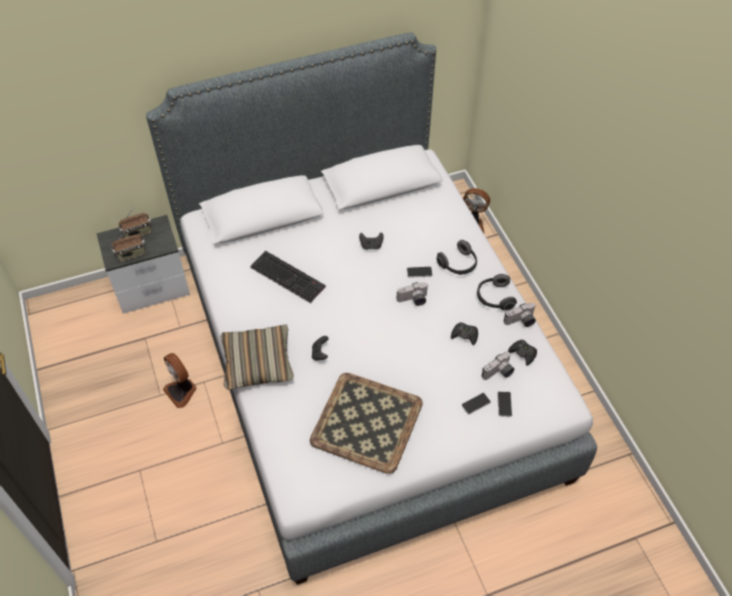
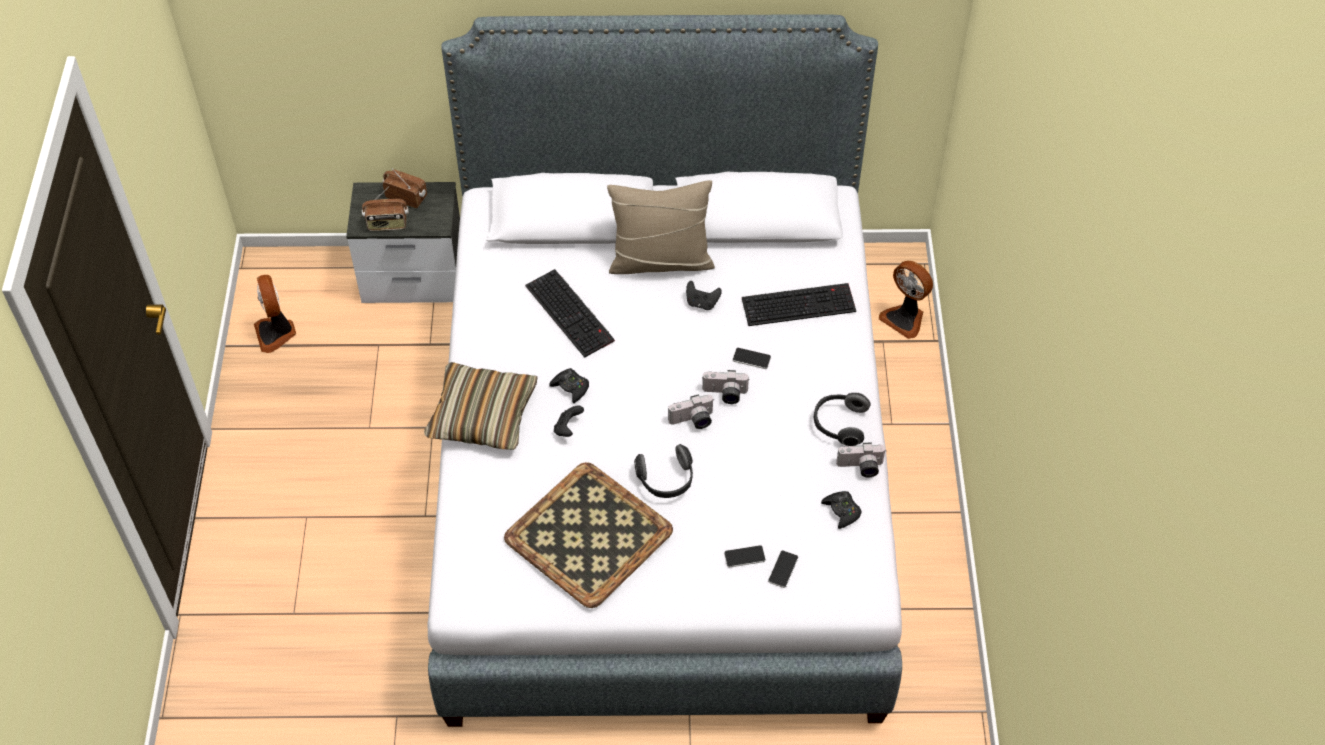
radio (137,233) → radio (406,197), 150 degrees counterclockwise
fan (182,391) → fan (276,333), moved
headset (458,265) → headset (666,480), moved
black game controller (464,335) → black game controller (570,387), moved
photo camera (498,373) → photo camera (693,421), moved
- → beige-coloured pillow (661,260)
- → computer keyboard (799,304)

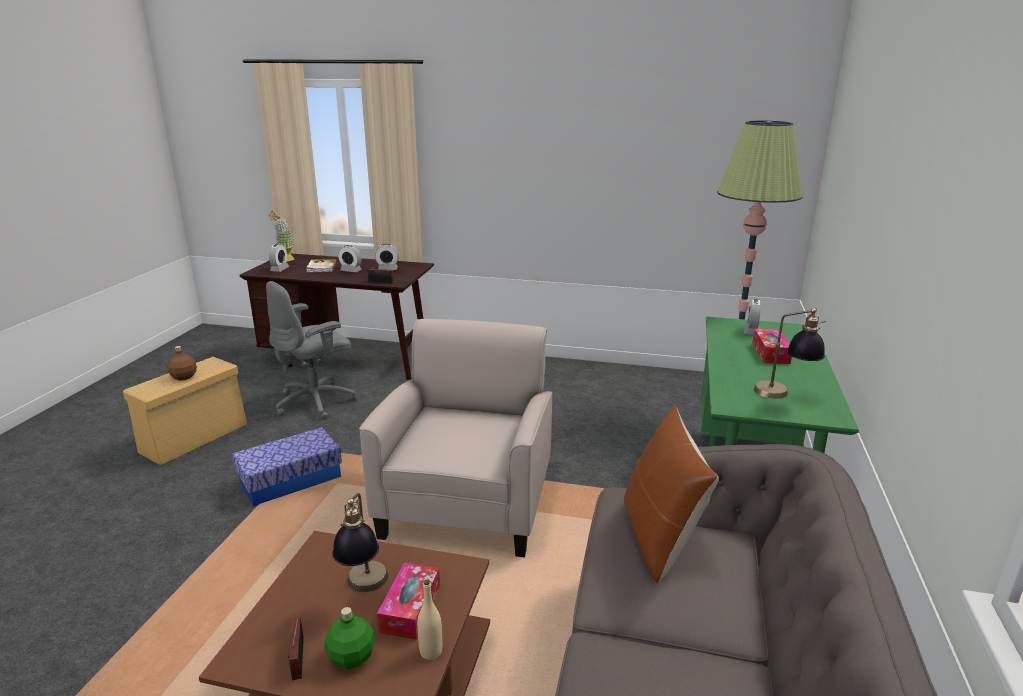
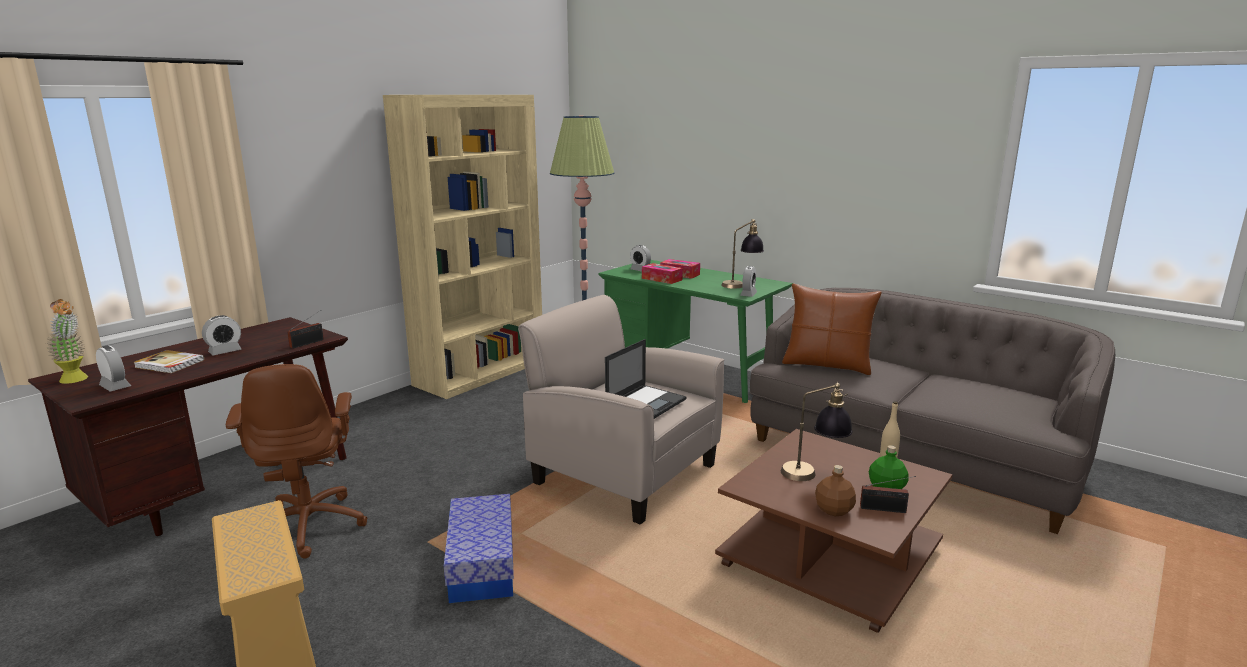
brownish beverage bottle (184,377) → brownish beverage bottle (834,510), moved
greyish computer chair (316,402) → brownish computer chair (309,525)
alarm clock (387,269) → alarm clock (748,294), moved
tissue box (410,609) → tissue box (661,279), moved
- → beige-coloured shelving unit (480,373)
- → portable computer (646,403)

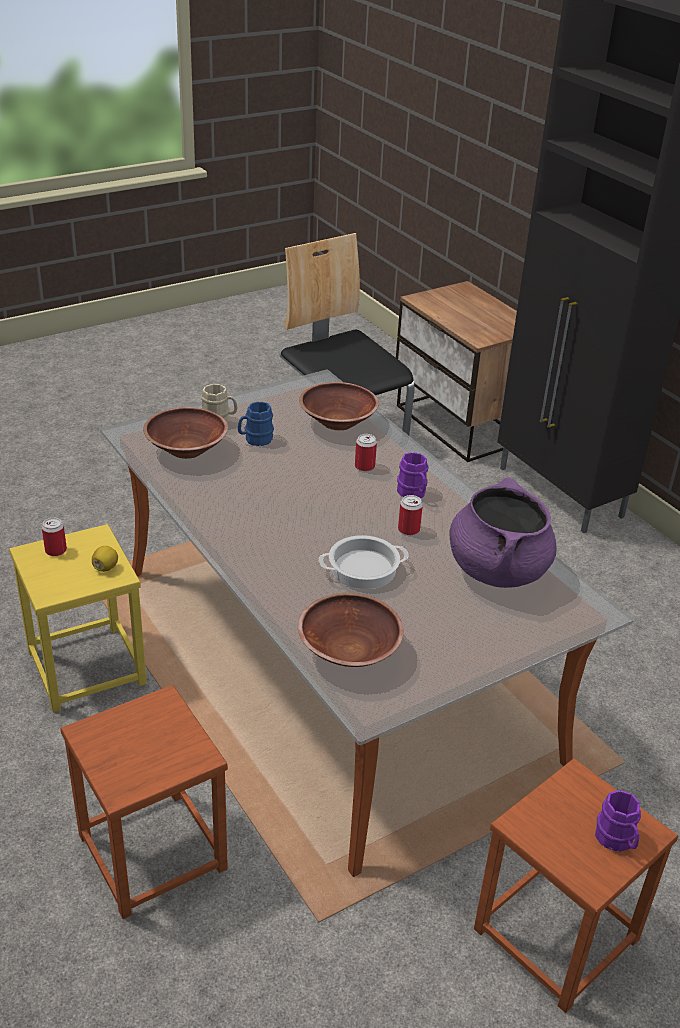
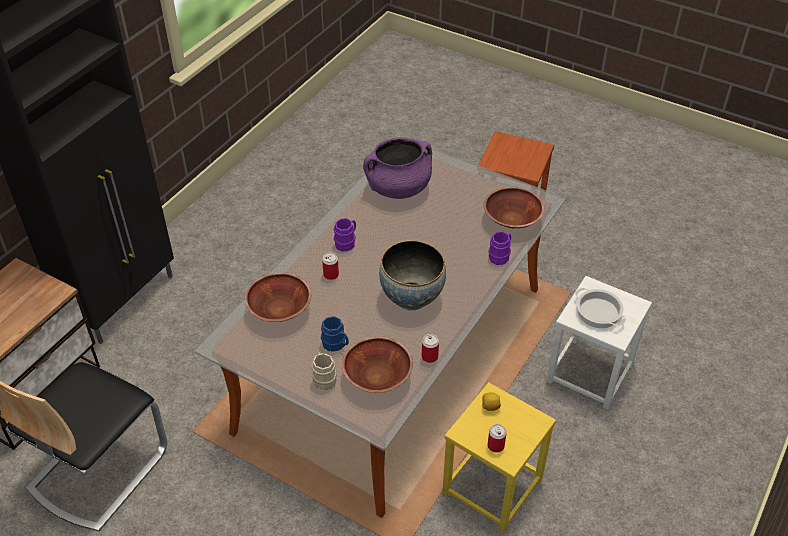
brownish stool (151,852) → white-coloured stool (590,373)
stockpot (363,568) → stockpot (597,312), moved
metal can (408,529) → metal can (429,357), moved
purple mug (617,840) → purple mug (500,255), moved
- → deep dish (411,297)

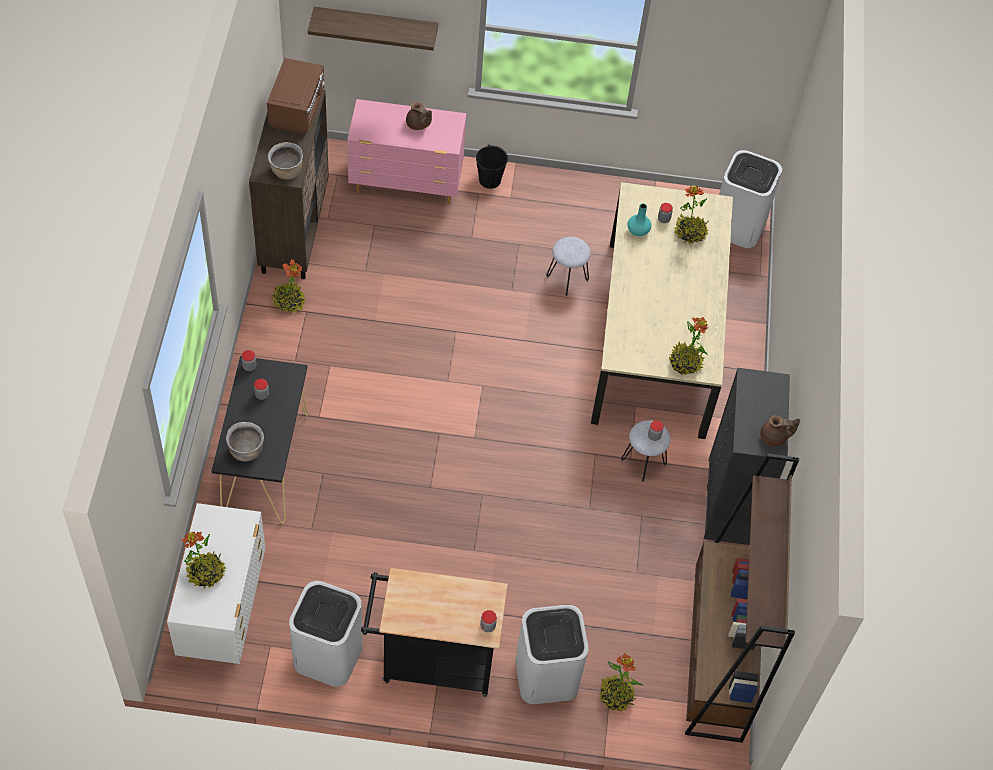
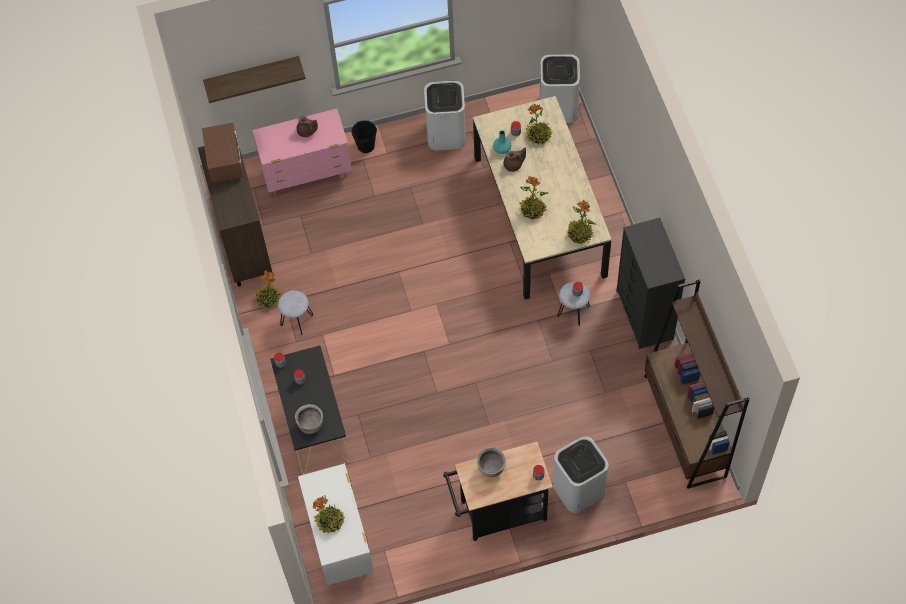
brownish stockpot (286,172) → brownish stockpot (491,469), moved
white-coloured rubbish bin (328,655) → white-coloured rubbish bin (446,134), moved
greyish stool (567,278) → greyish stool (296,320), moved
houseplant (616,696) → houseplant (532,210), moved
brownish teapot (774,437) → brownish teapot (513,165), moved

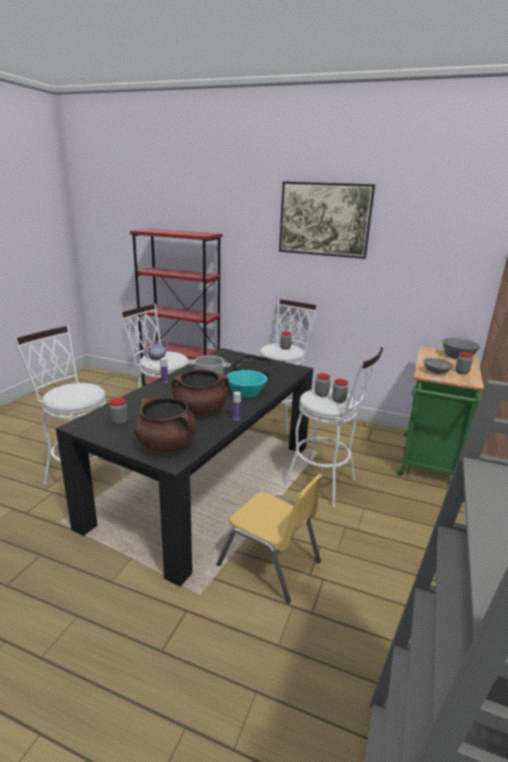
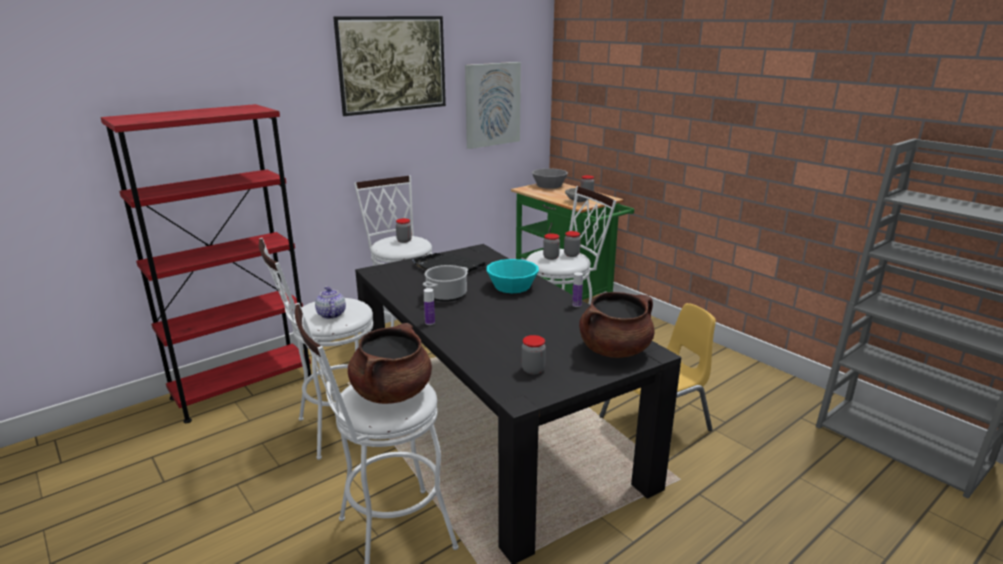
brownish stockpot (200,410) → brownish stockpot (392,393), moved
- → wall picture (492,104)

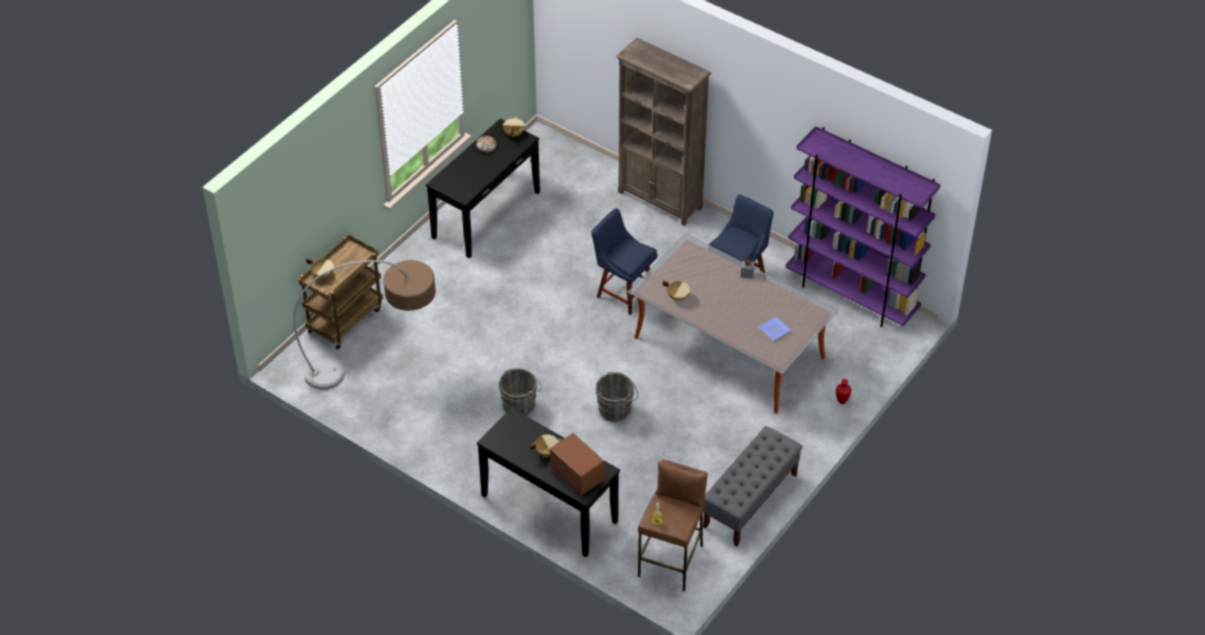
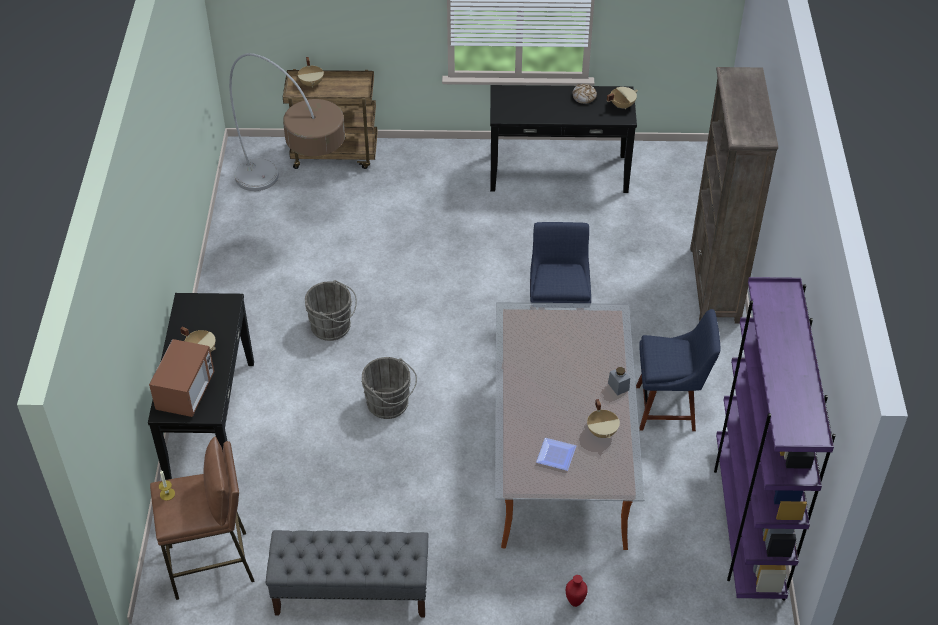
beige-coloured stockpot (678,297) → beige-coloured stockpot (602,431), moved

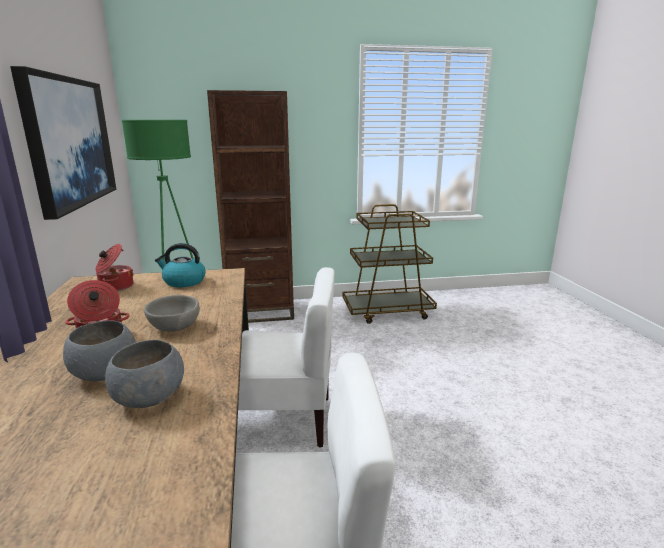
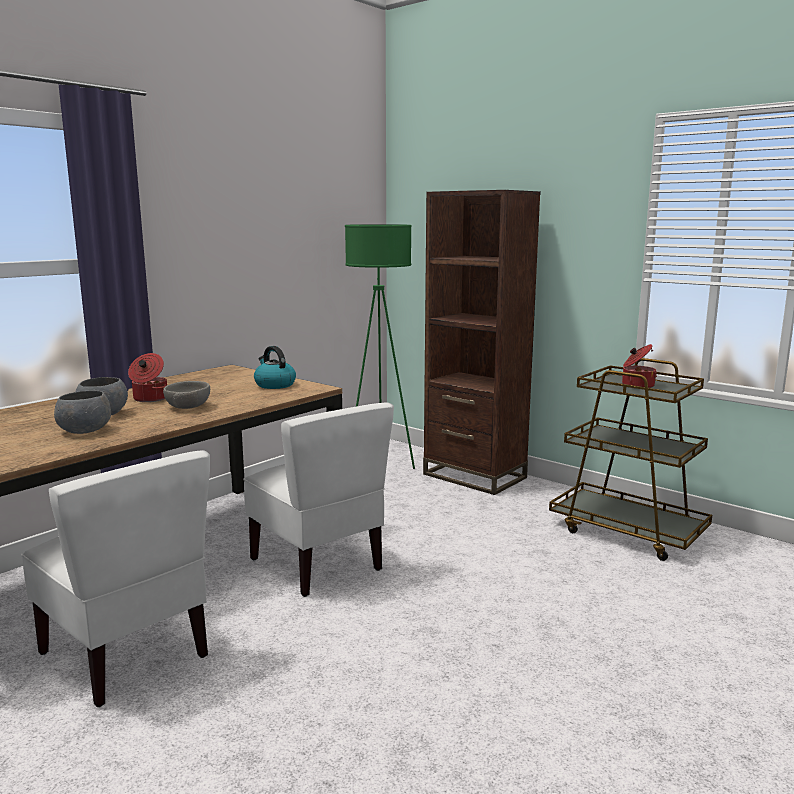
wall picture (69,142) → -
stockpot (115,287) → stockpot (636,385), moved

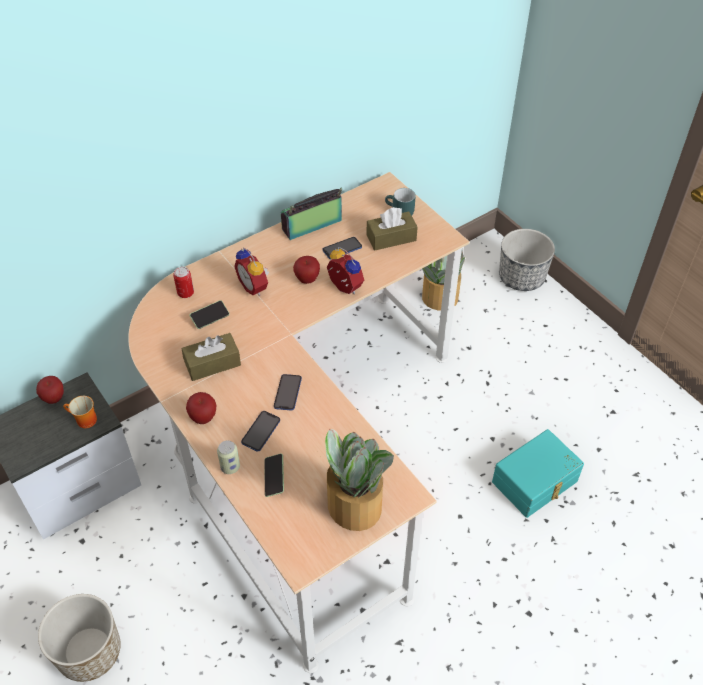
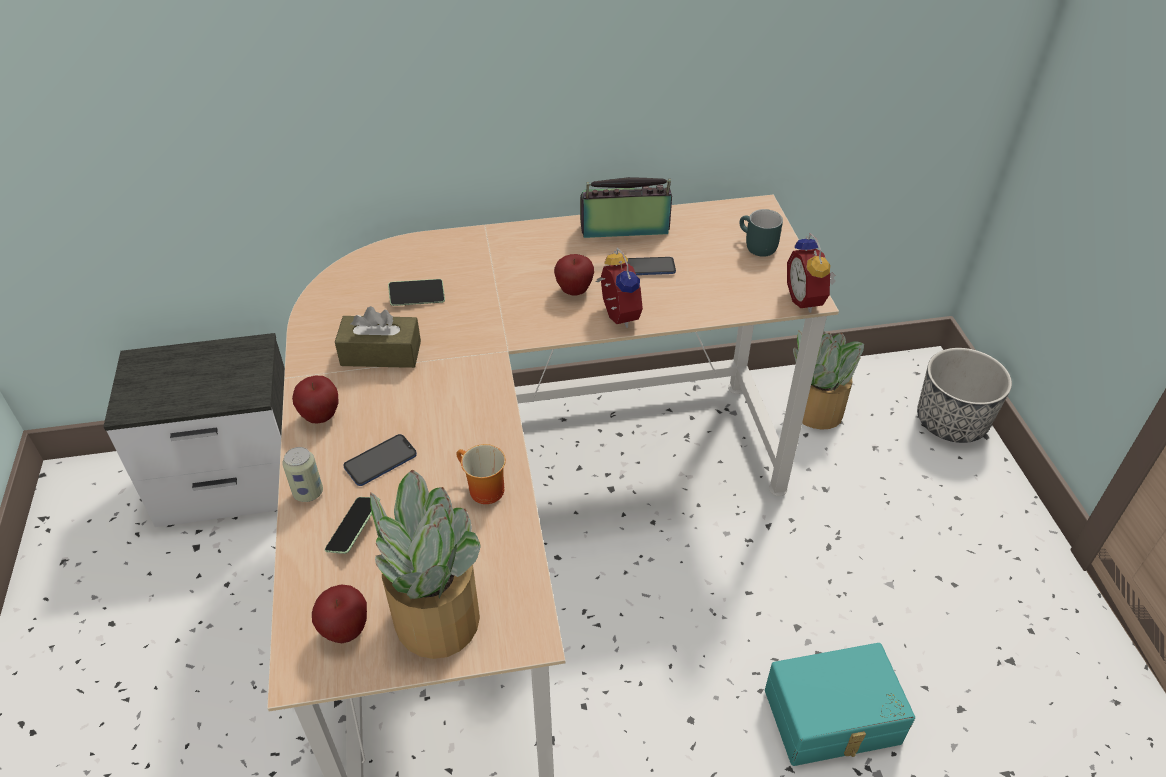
apple fruit (54,398) → apple fruit (345,631), moved
plant pot (89,652) → -
mug (84,421) → mug (481,490), moved
metal can (185,293) → -
alarm clock (255,286) → alarm clock (807,300), moved
telephone (287,393) → -
brownish tissue box (391,238) → -

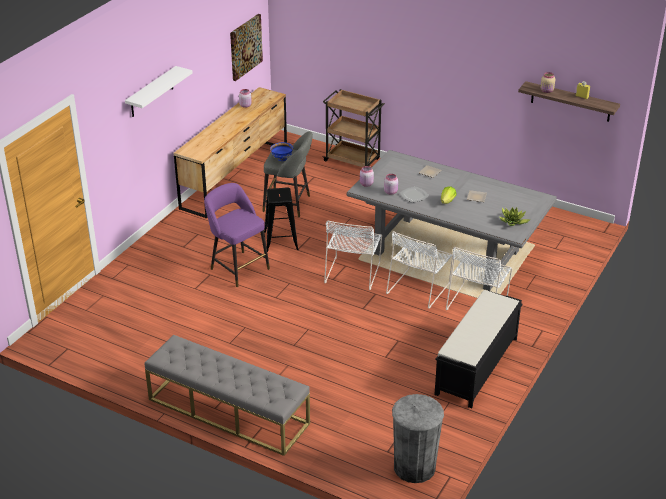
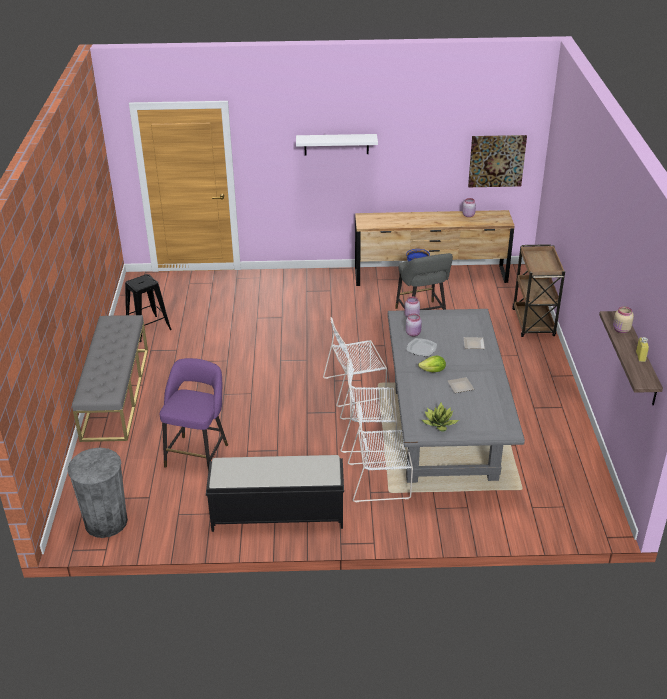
purple stool (237,267) → purple stool (198,453), moved
black stool (281,240) → black stool (148,329), moved

